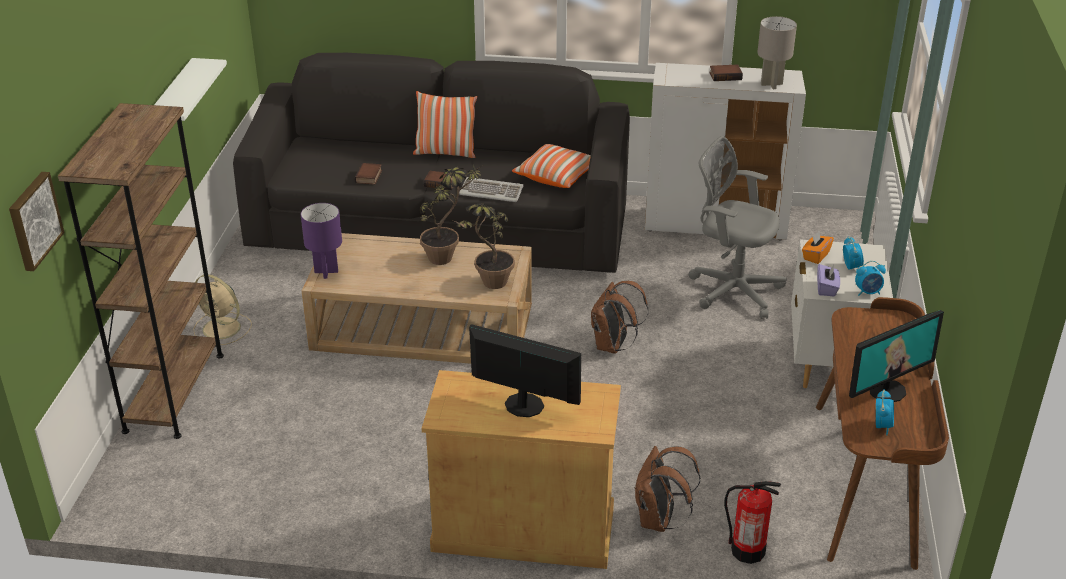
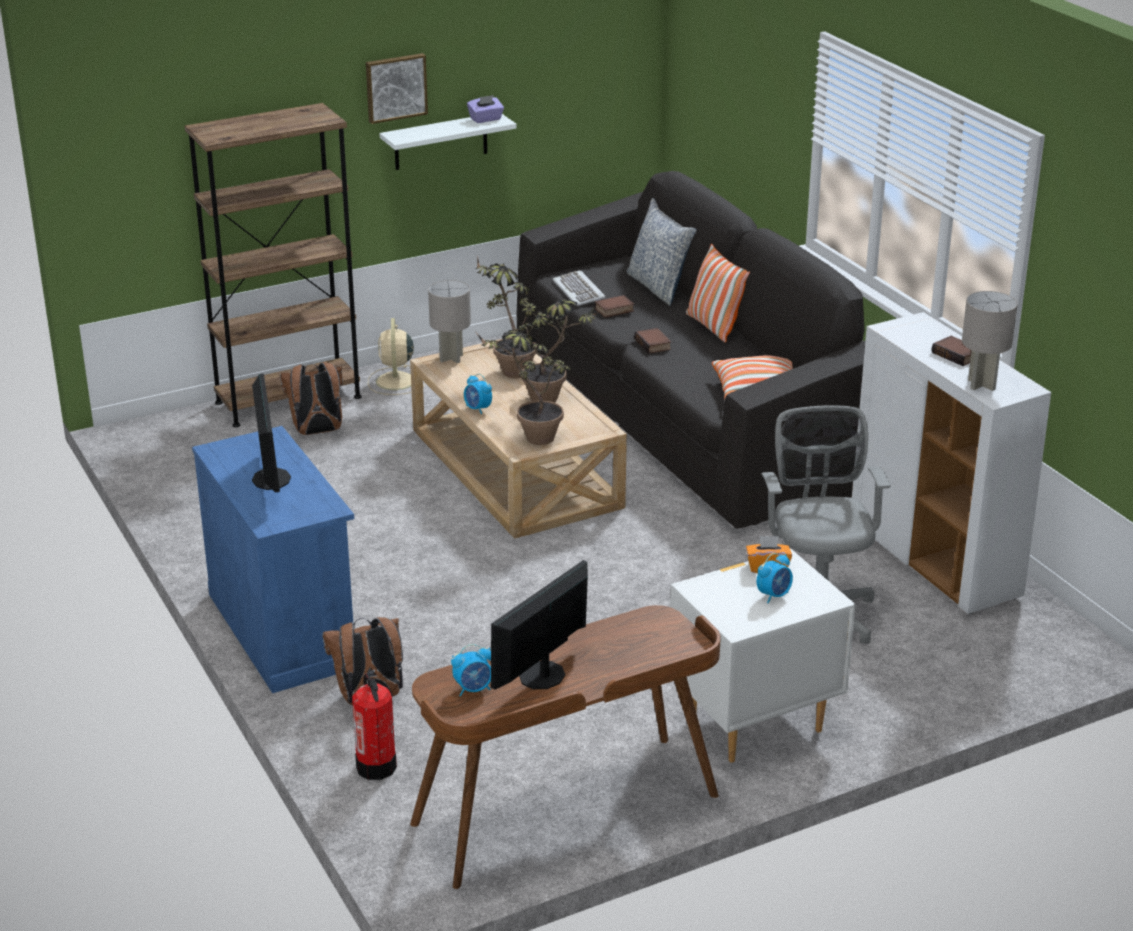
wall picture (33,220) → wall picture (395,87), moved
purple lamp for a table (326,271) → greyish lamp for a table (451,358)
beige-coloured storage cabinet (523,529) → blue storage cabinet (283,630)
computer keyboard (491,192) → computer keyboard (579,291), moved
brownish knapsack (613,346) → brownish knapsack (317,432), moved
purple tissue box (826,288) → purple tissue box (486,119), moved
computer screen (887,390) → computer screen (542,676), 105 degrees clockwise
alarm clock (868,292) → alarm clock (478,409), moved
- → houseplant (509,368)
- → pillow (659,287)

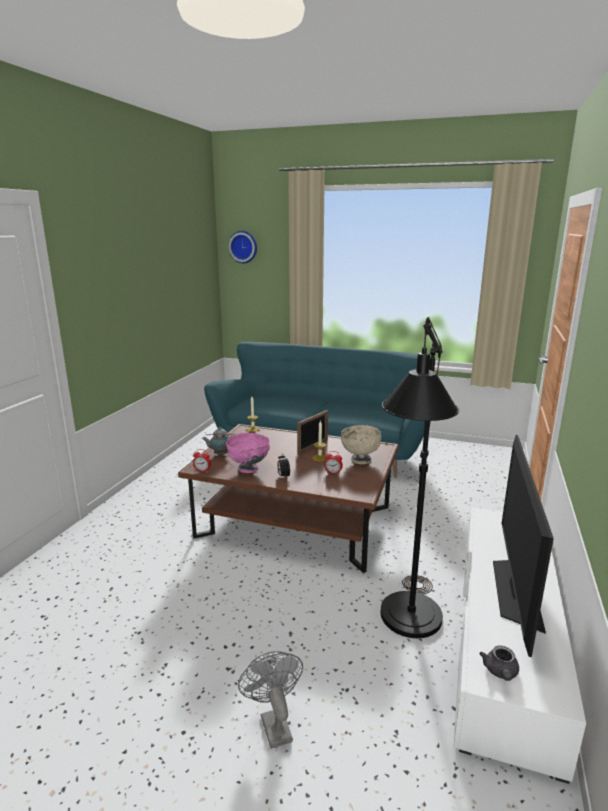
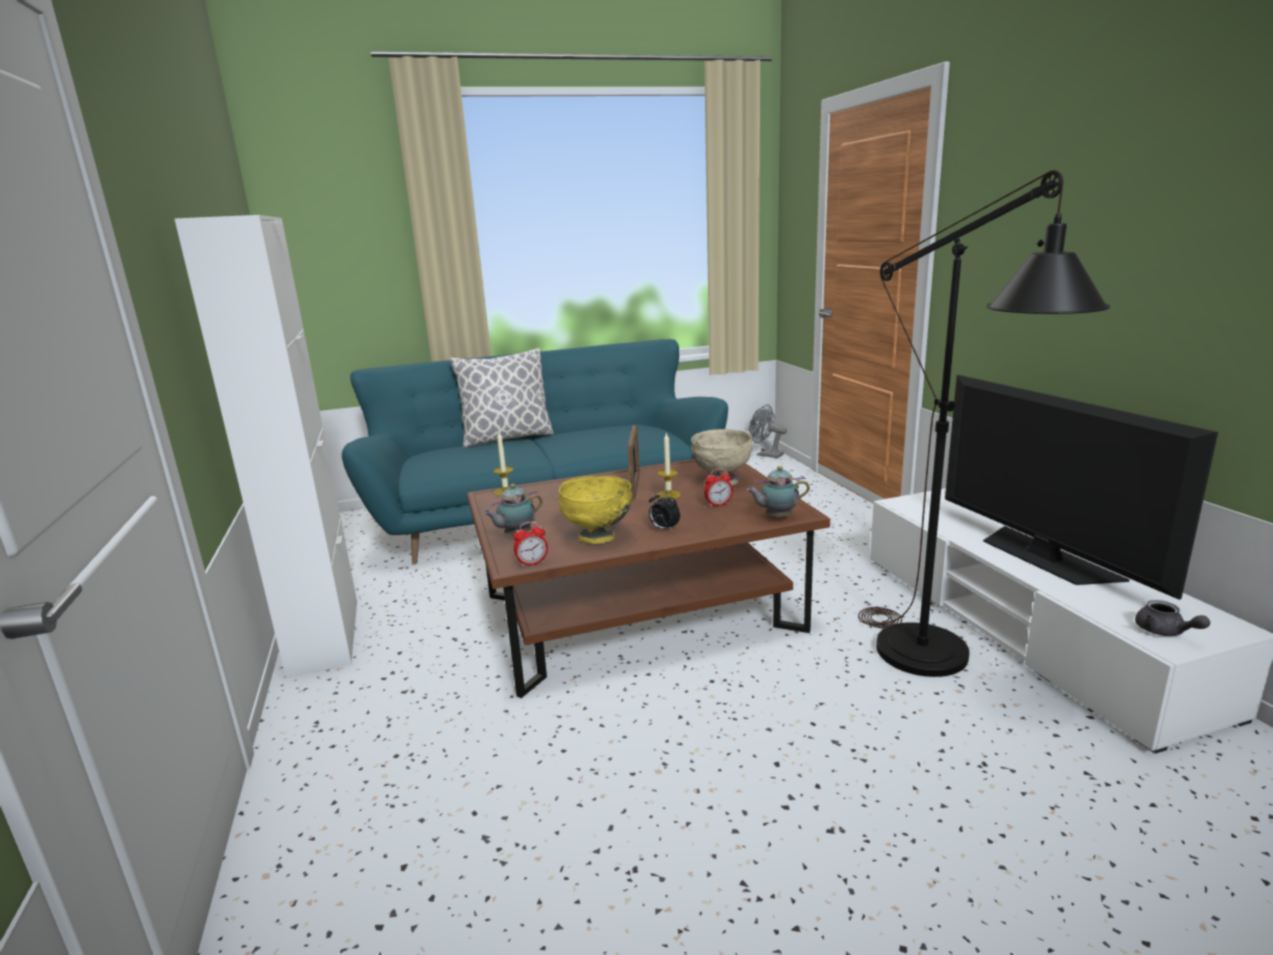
pink deep dish (248,469) → yellowish deep dish (598,538)
hanging clock (243,247) → -
greyish fan (273,723) → greyish fan (766,455), moved
- → white-coloured storage cabinet (324,637)
- → pillow (507,438)
- → teapot (776,517)

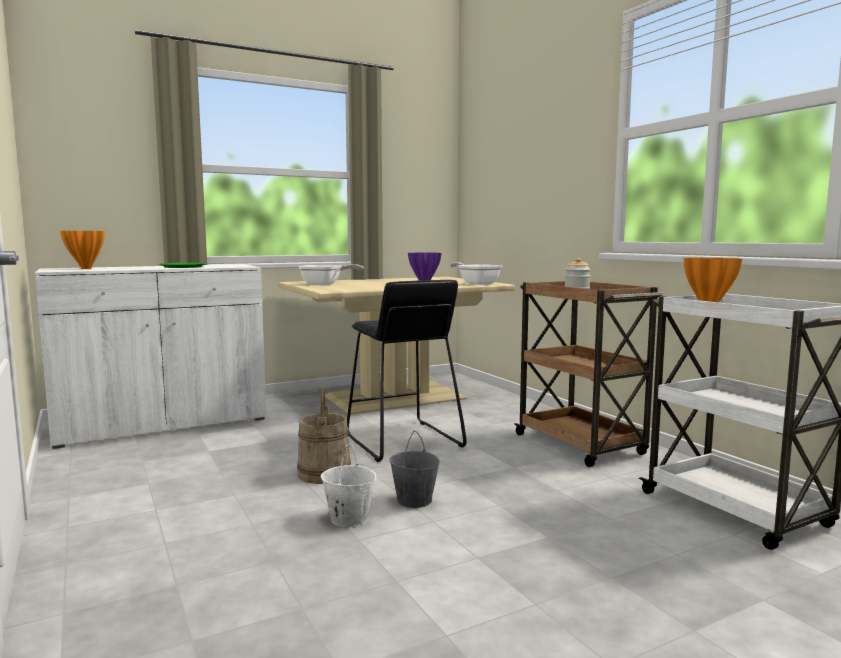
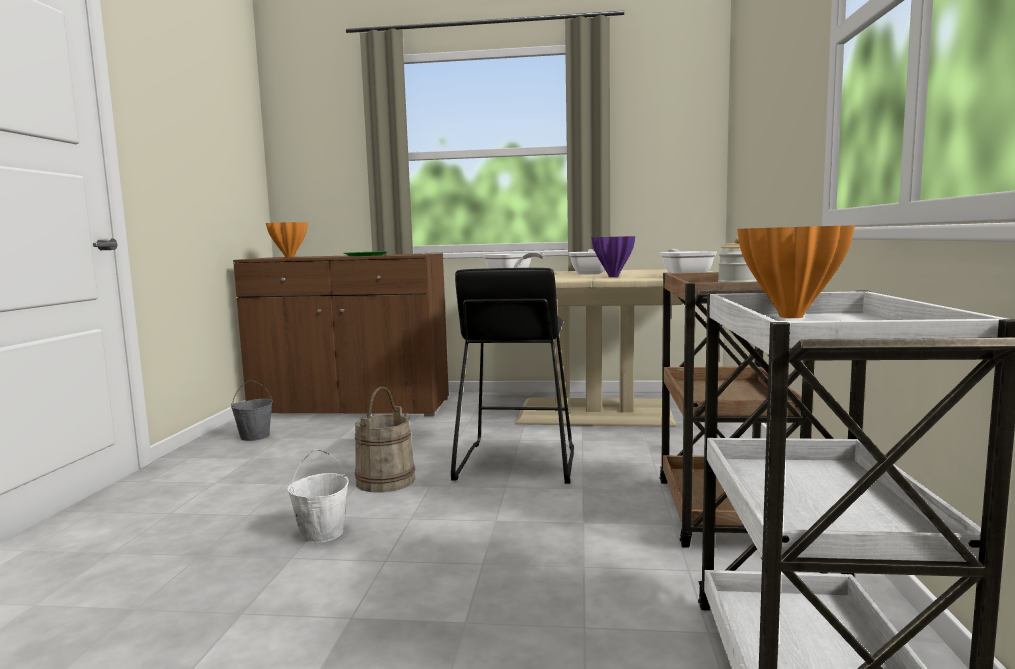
white-coloured storage cabinet (162,424) → brownish storage cabinet (351,407)
greyish bucket (414,500) → greyish bucket (255,436), moved
- → skillet (590,273)

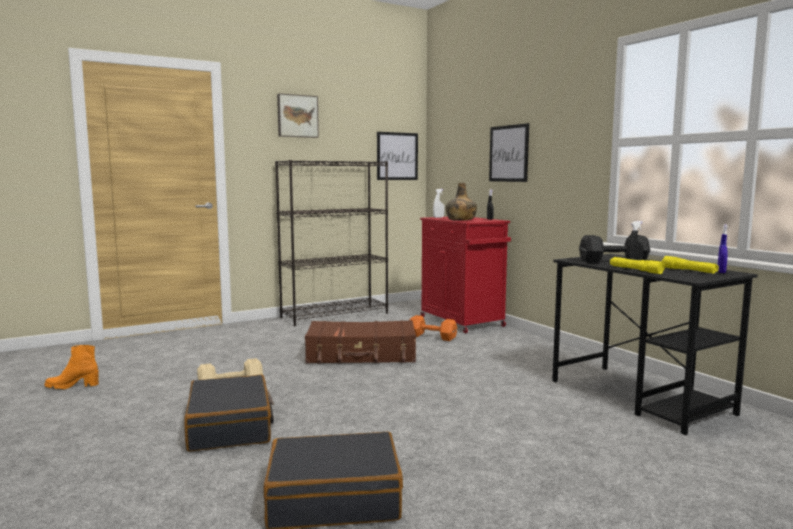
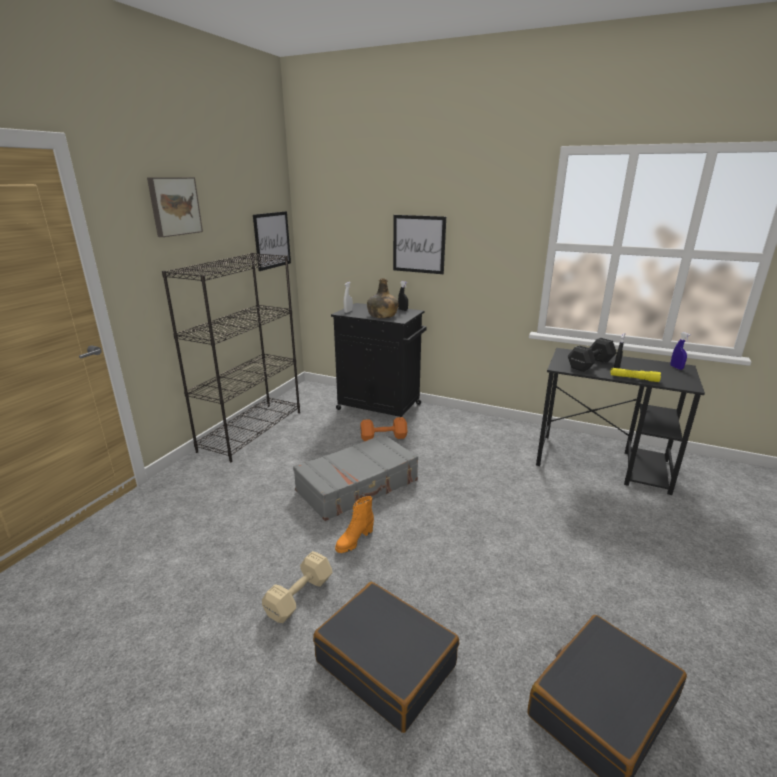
orange-coloured high-top boot (72,386) → orange-coloured high-top boot (354,540), moved
brownish suitcase (362,355) → greyish suitcase (358,486)
reddish storage cabinet (463,322) → black storage cabinet (380,407)
yellowish torch (689,271) → -

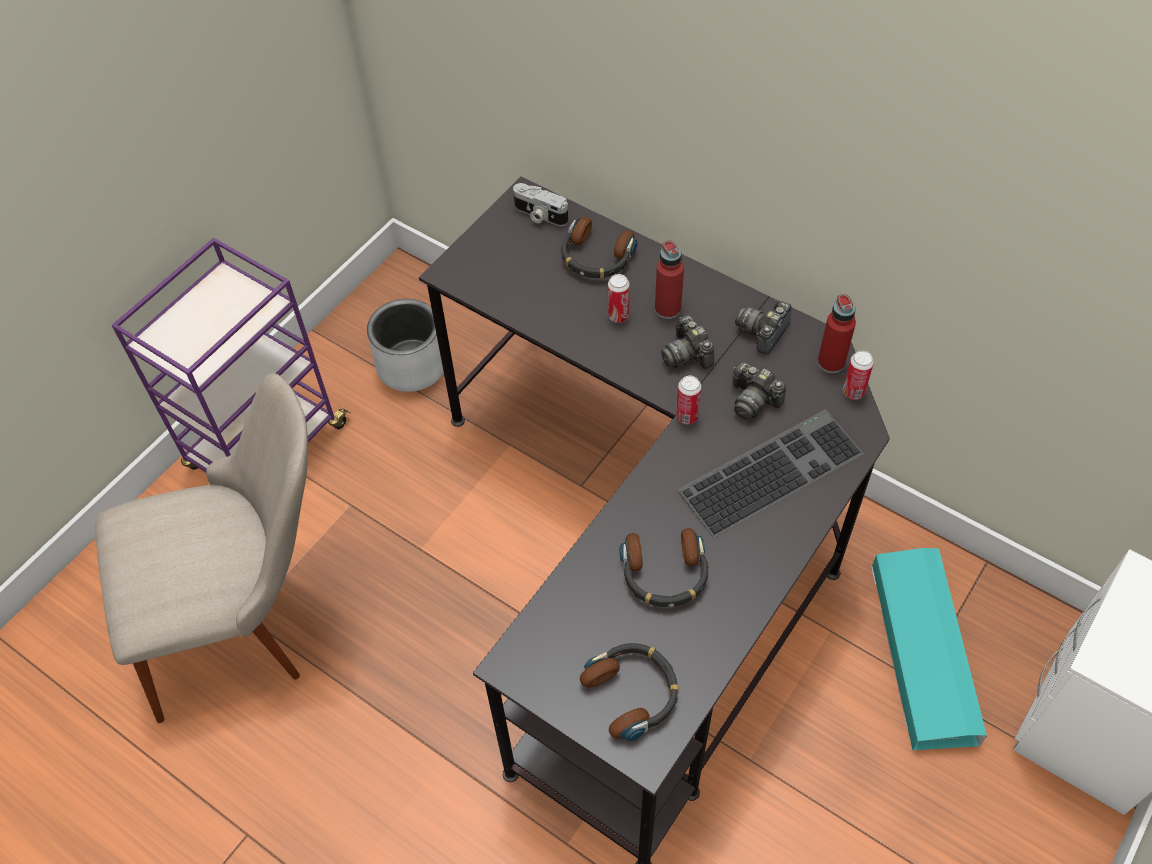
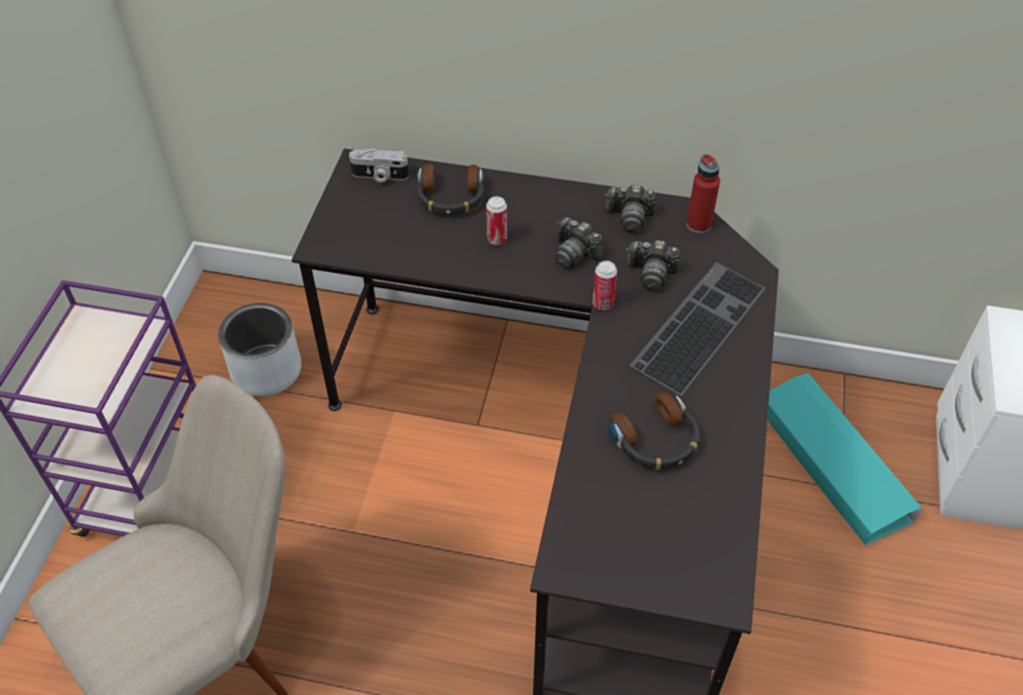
headset (633,692) → -
reddish beverage bottle (667,309) → -
photo camera (763,332) → photo camera (629,217), 90 degrees counterclockwise
metal can (853,392) → -

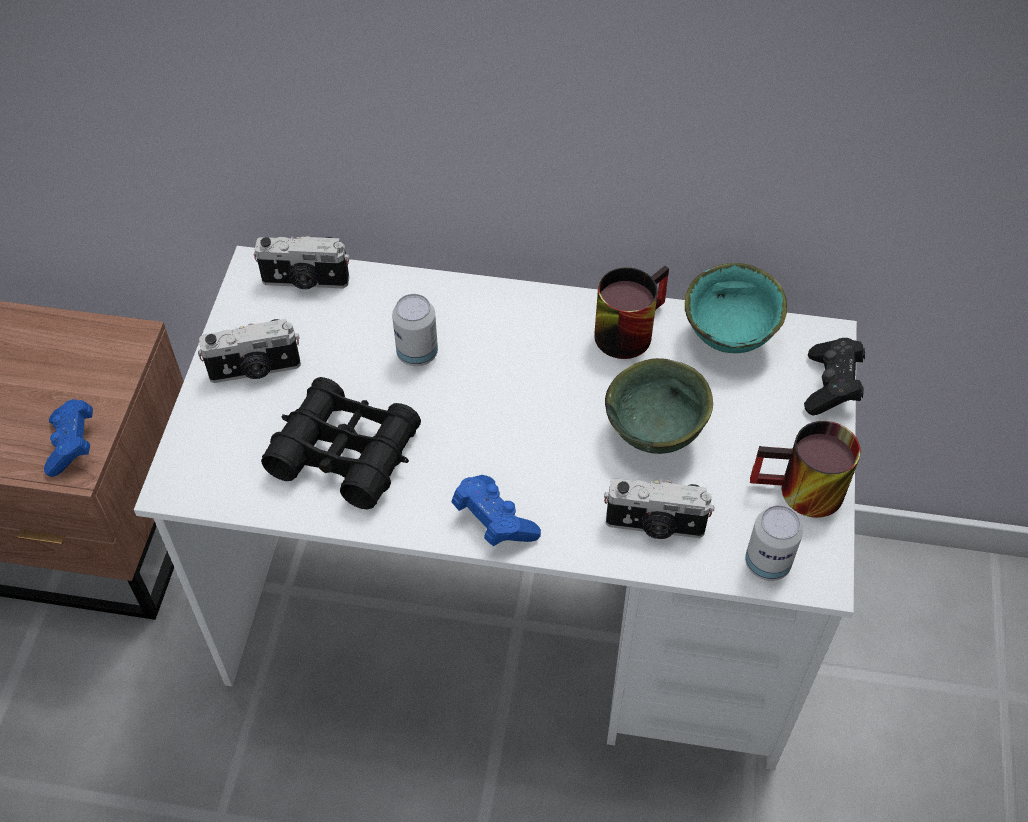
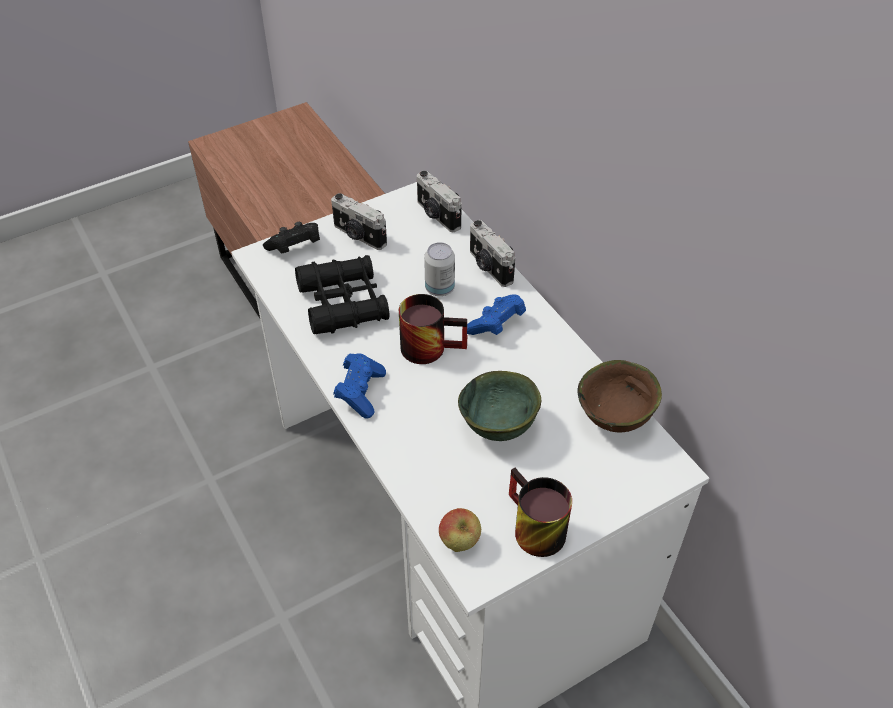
blue game controller (72,445) → blue game controller (496,325), moved
mug (626,327) → mug (431,345), moved
photo camera (655,526) → photo camera (489,267), moved
blue-green deep dish (731,337) → brownish deep dish (615,419)
metal can (767,563) → apple fruit (459,542)
black game controller (831,387) → black game controller (295,247), moved

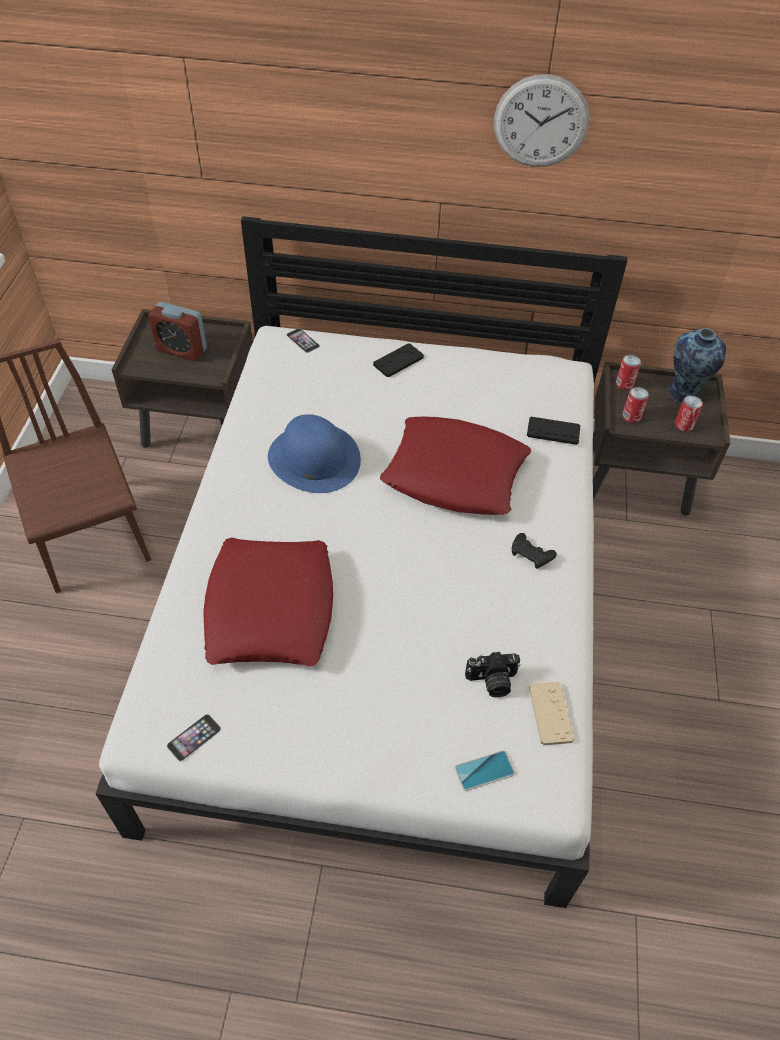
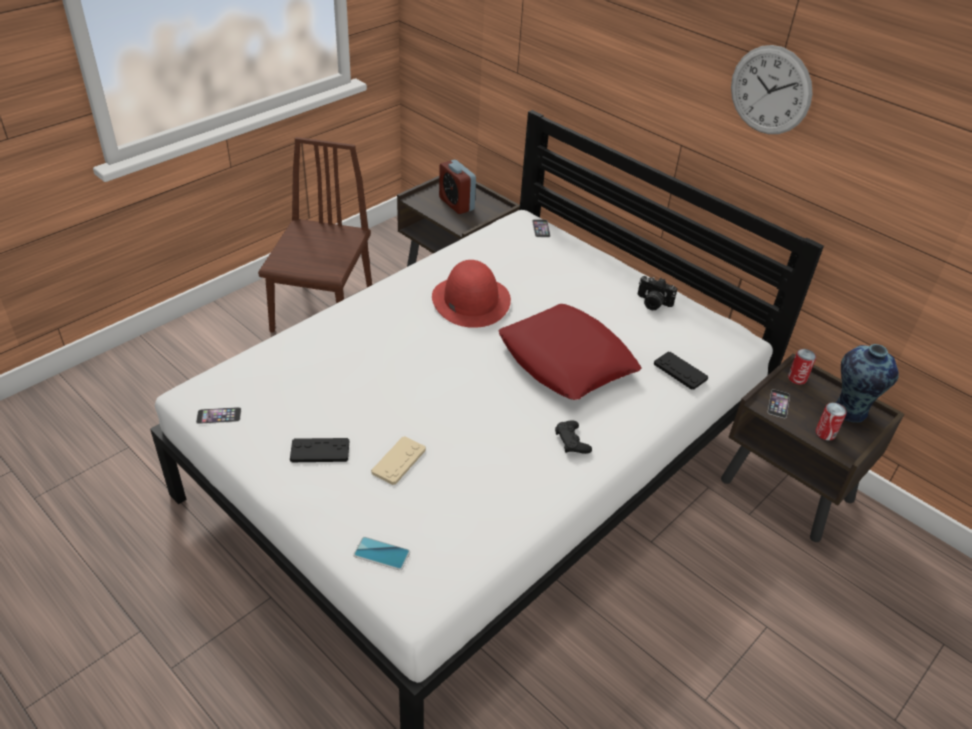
reddish pillow (270,608) → -
blue clothing hat (313,458) → reddish clothing hat (470,300)
black game controller (398,361) → black game controller (320,451), moved
photo camera (492,682) → photo camera (652,303), moved
beige-coloured game controller (550,713) → beige-coloured game controller (399,461), moved
metal can (631,416) → telephone (778,403)

